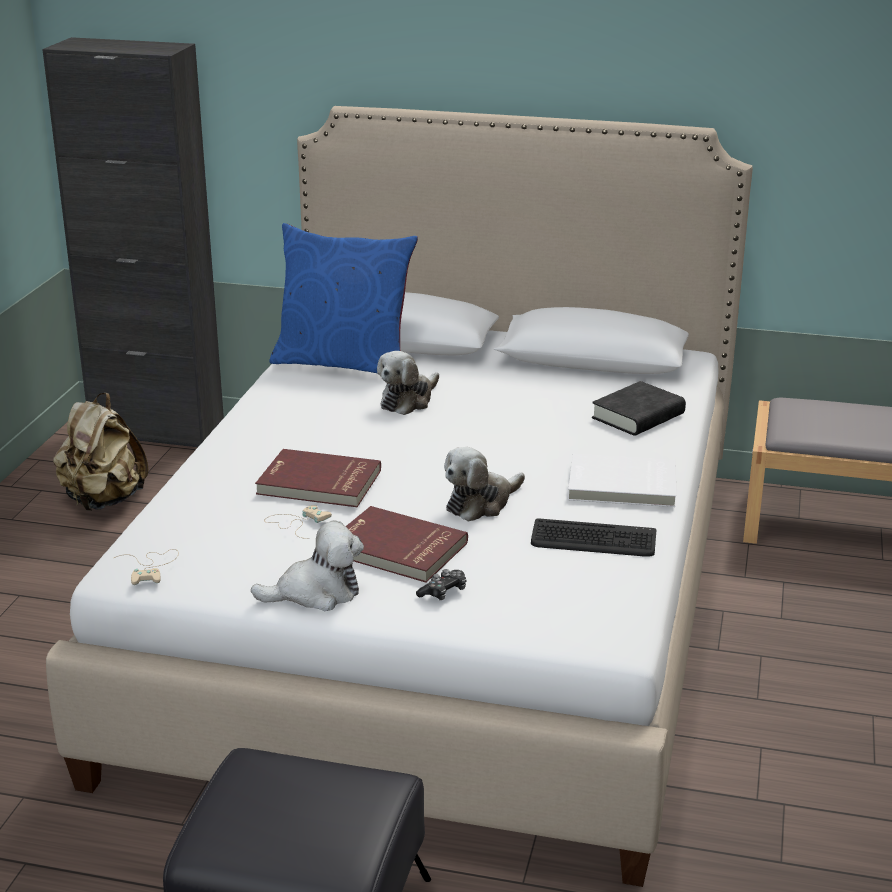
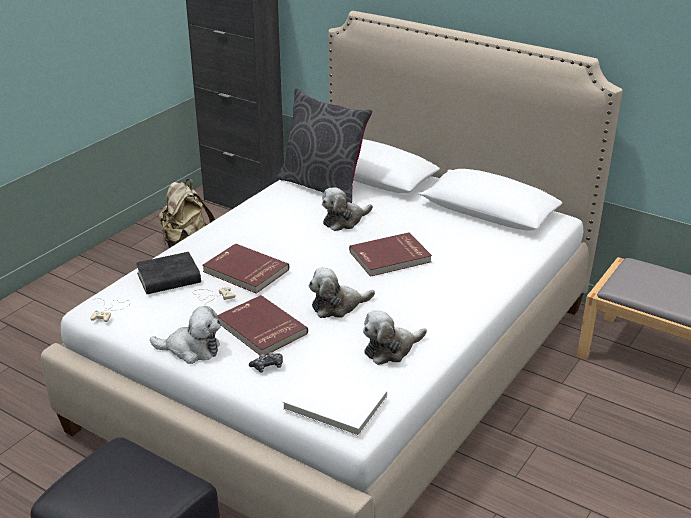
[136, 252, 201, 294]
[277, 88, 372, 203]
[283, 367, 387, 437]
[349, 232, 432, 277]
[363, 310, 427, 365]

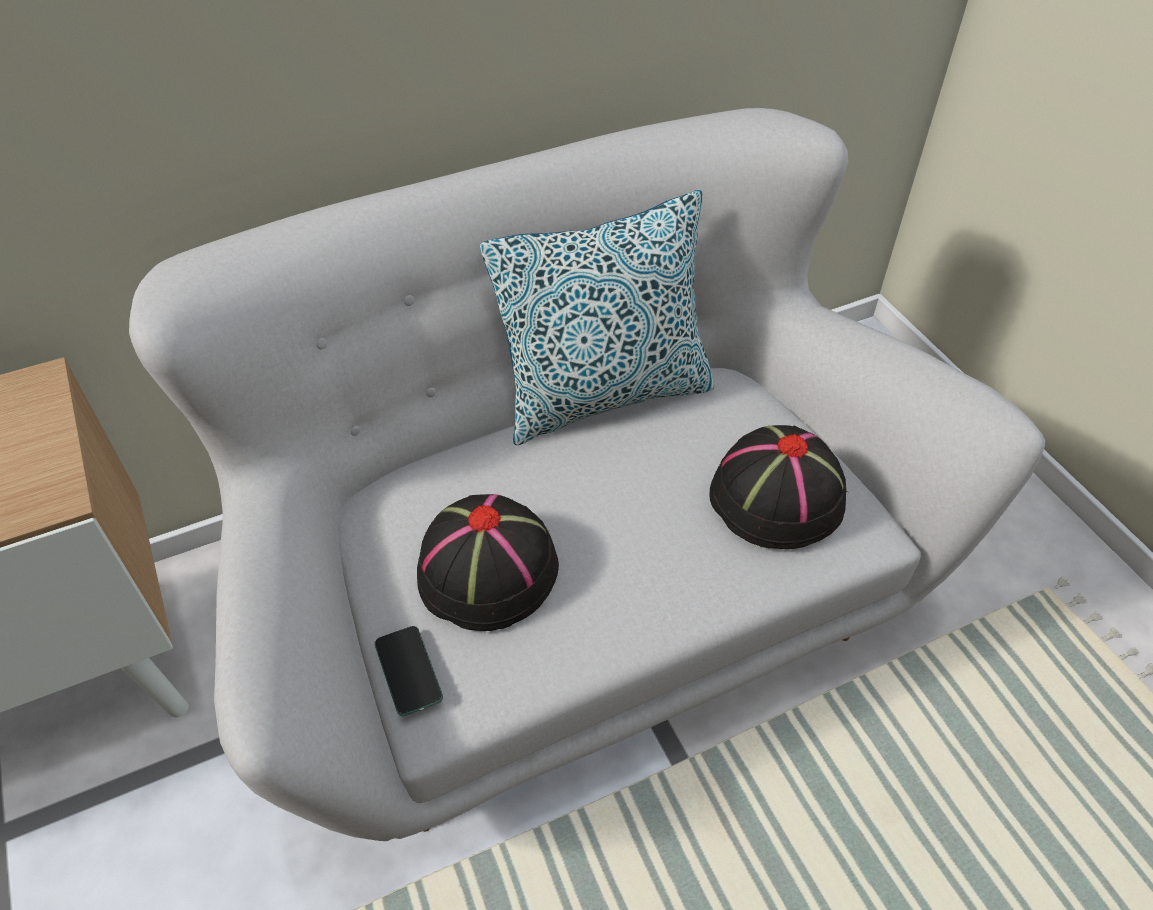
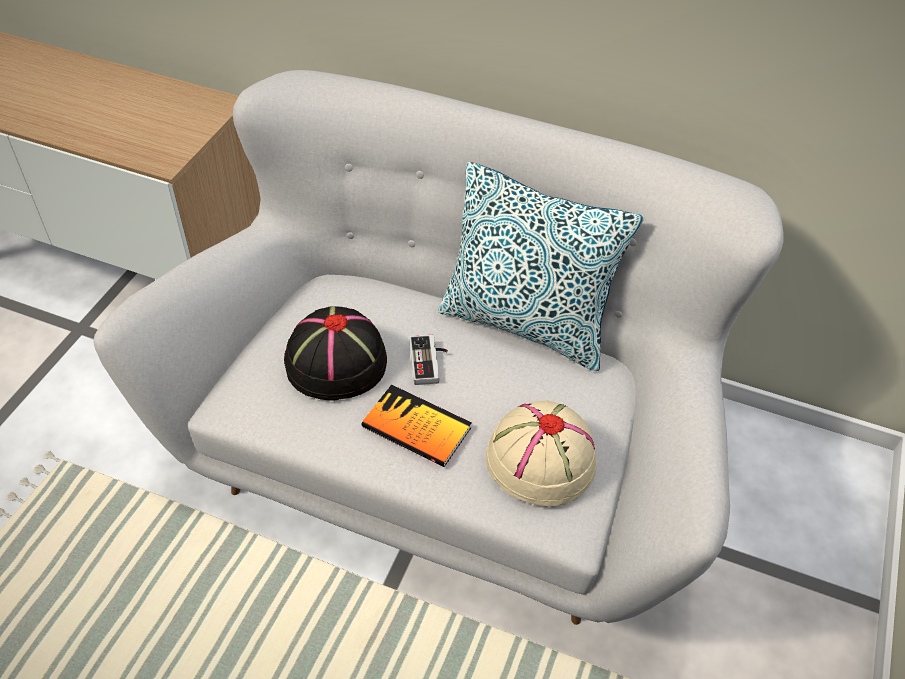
[362, 384, 472, 467]
[409, 335, 448, 385]
[486, 400, 596, 506]
[375, 626, 443, 716] (first image)

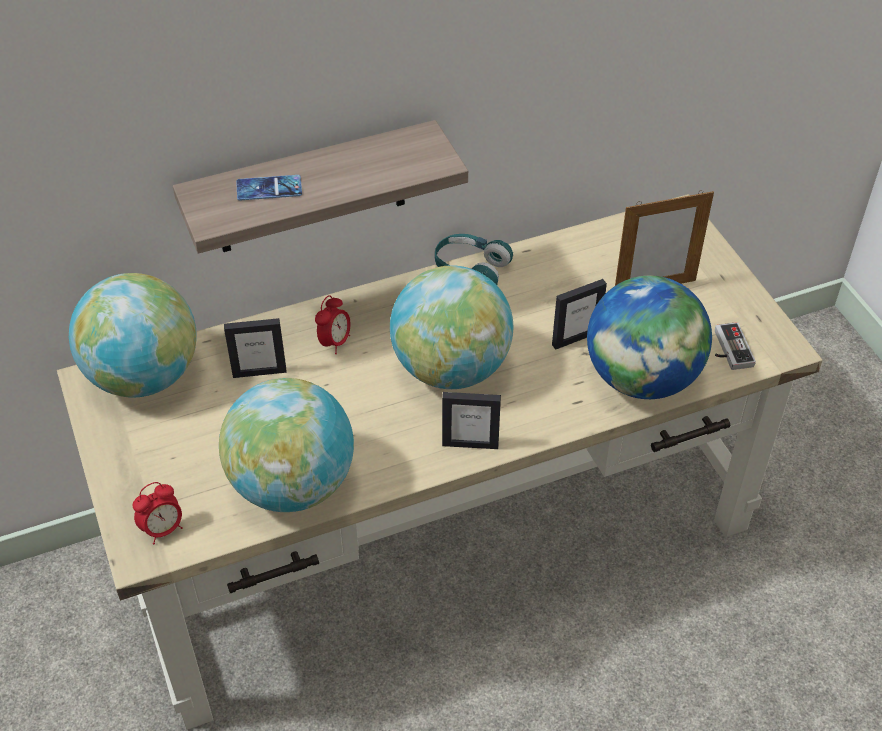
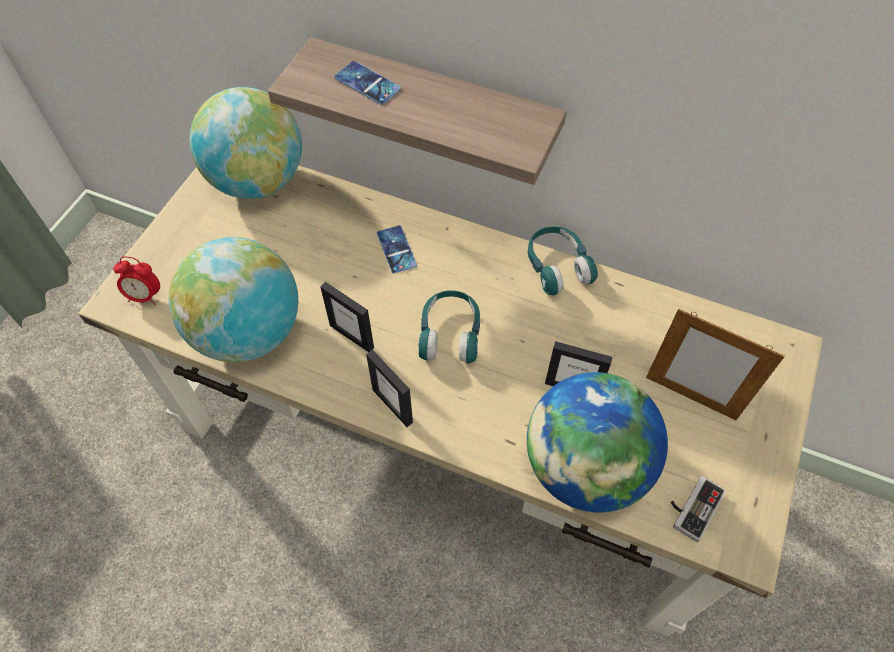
[320, 282, 374, 352]
[377, 225, 417, 273]
[418, 290, 480, 364]

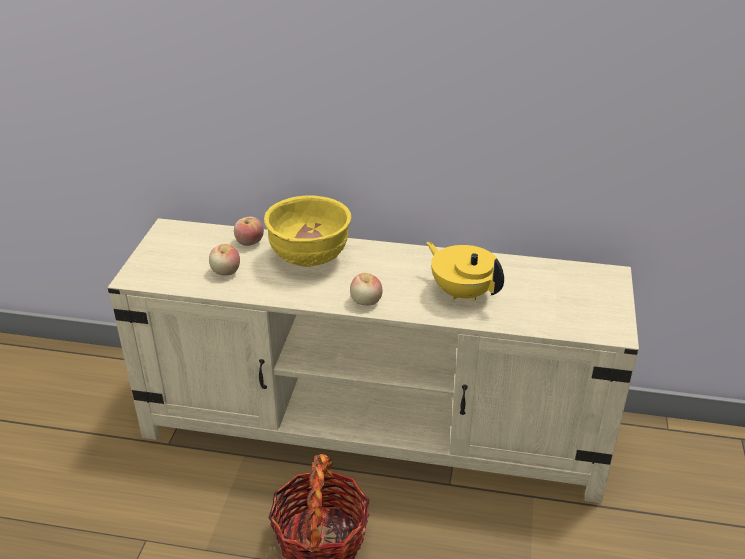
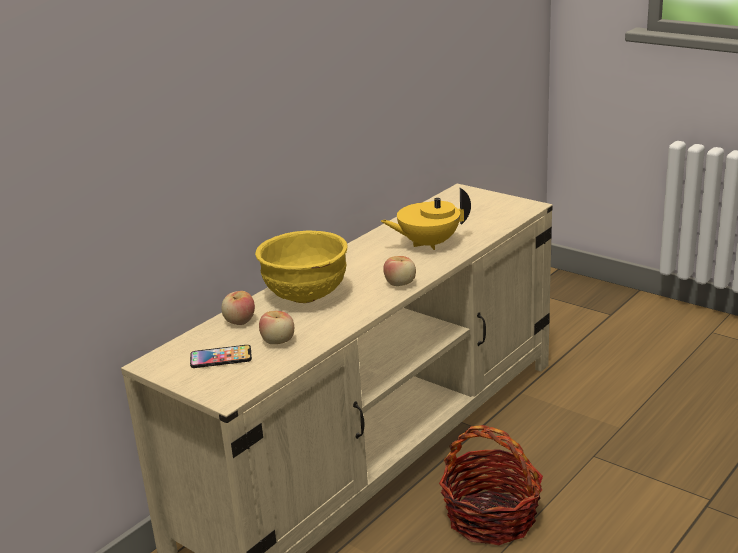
[190, 345, 252, 368]

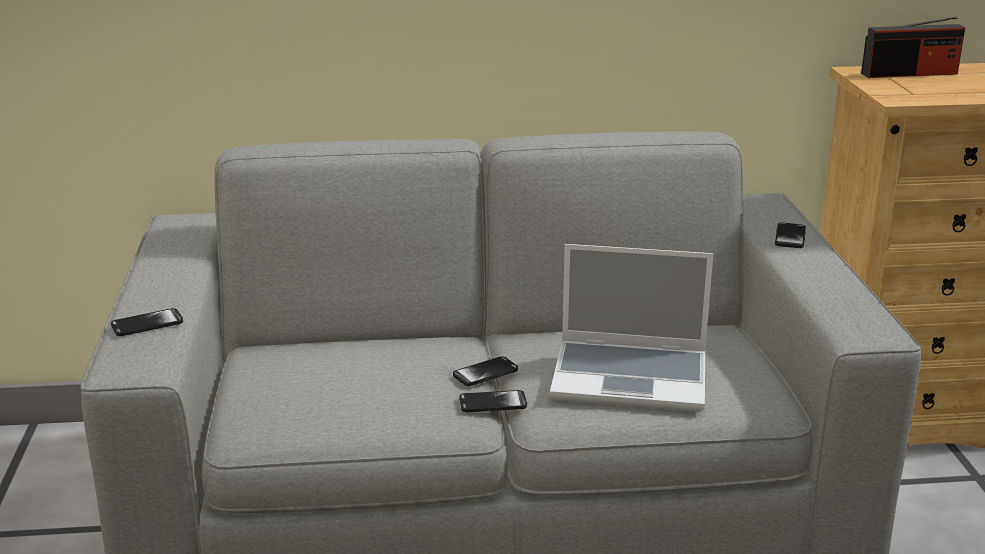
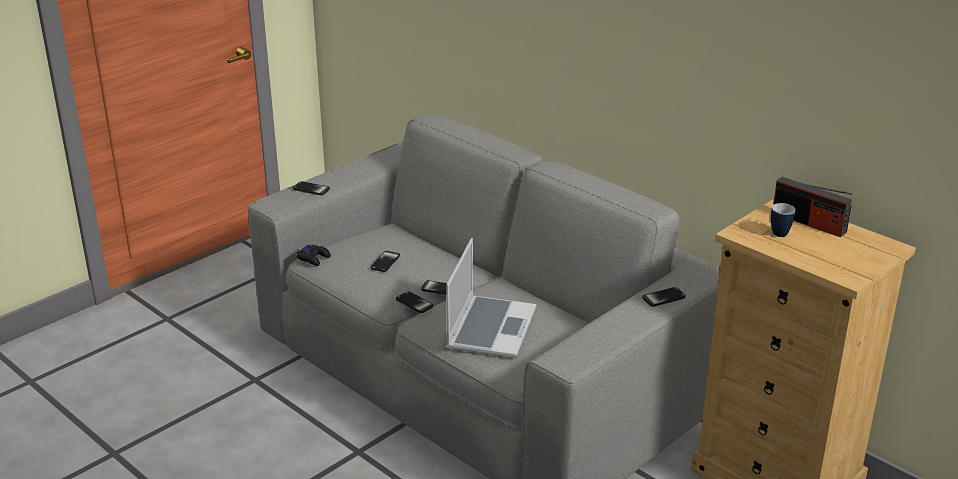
[296, 245, 331, 266]
[370, 251, 400, 272]
[446, 238, 536, 358]
[771, 203, 796, 237]

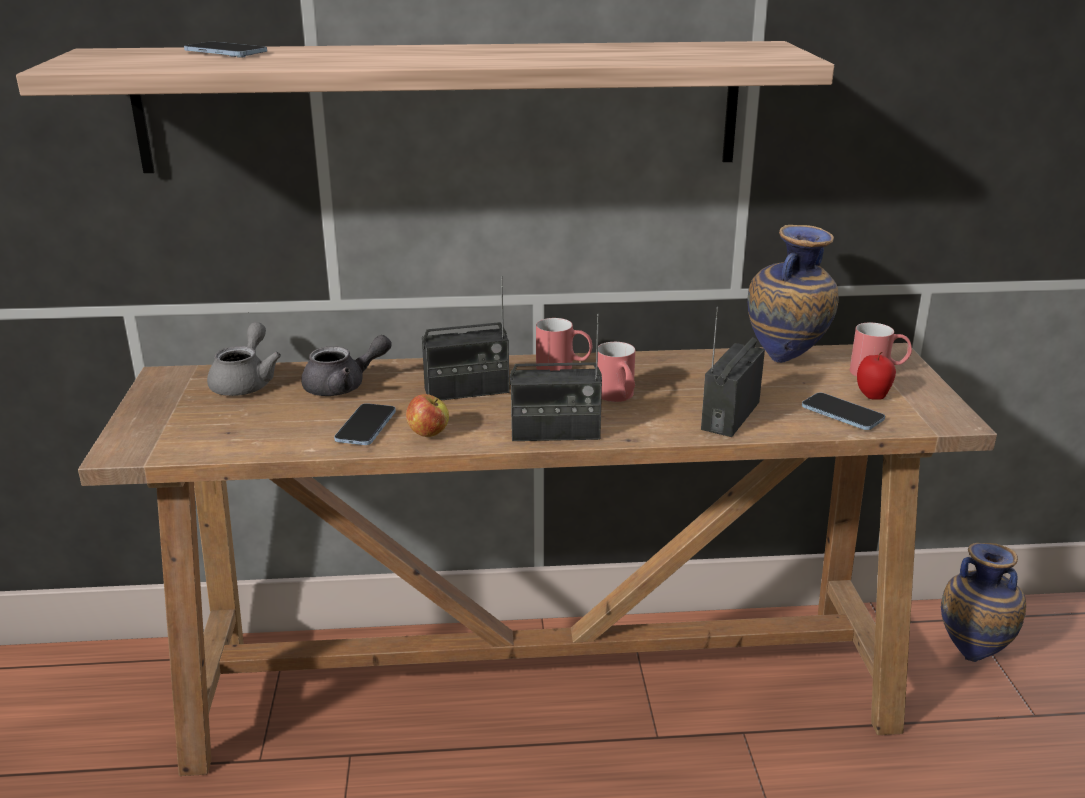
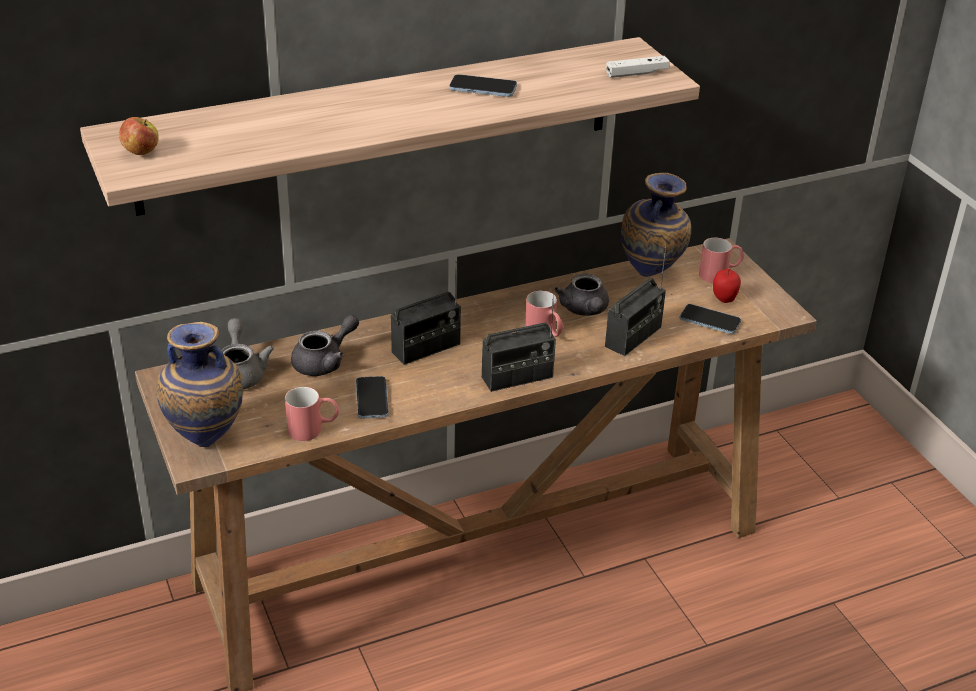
[119, 117, 159, 155]
[157, 322, 243, 448]
[285, 387, 339, 441]
[449, 74, 517, 97]
[554, 274, 609, 316]
[605, 246, 666, 356]
[606, 56, 670, 78]

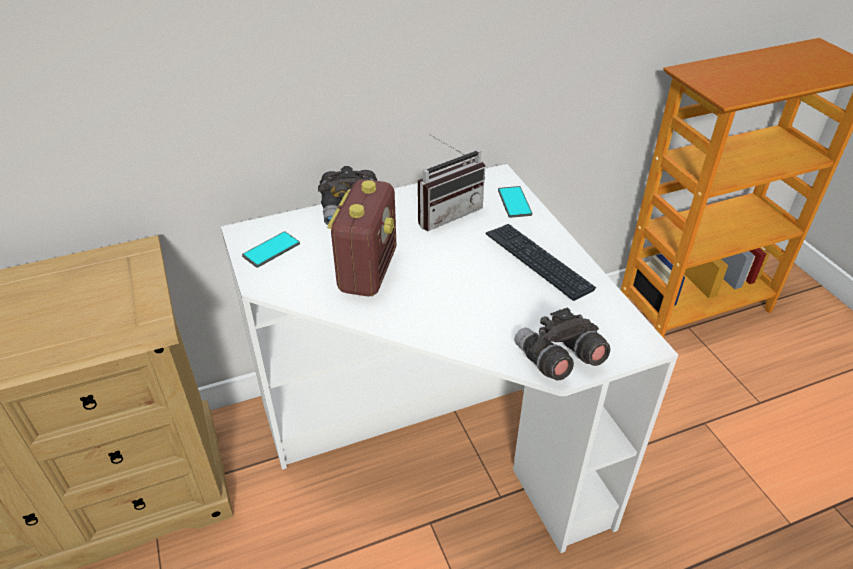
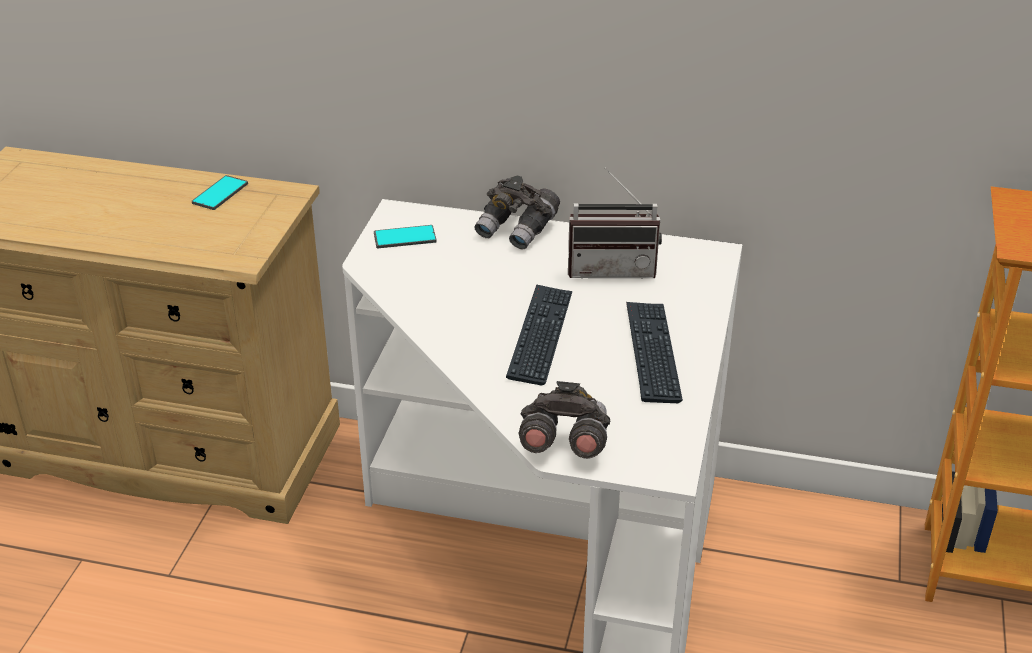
[192, 175, 248, 210]
[506, 284, 573, 385]
[327, 179, 396, 296] (first image)

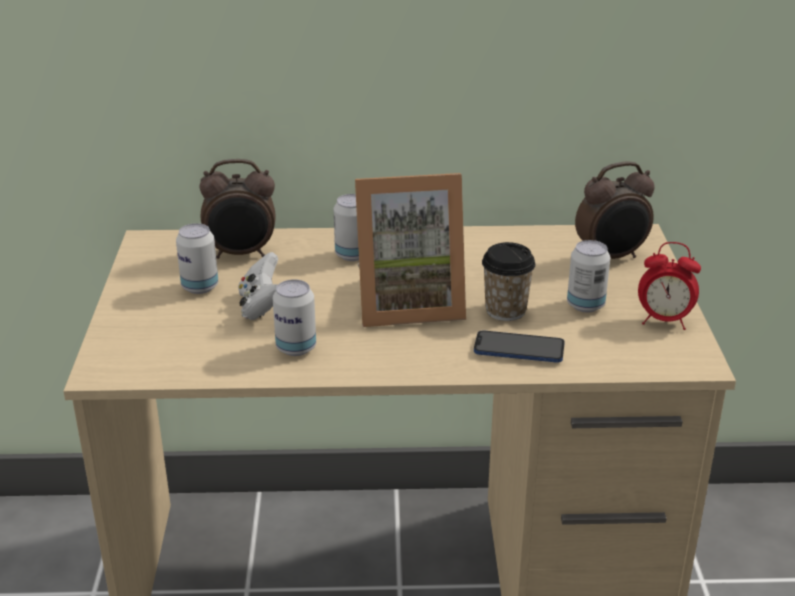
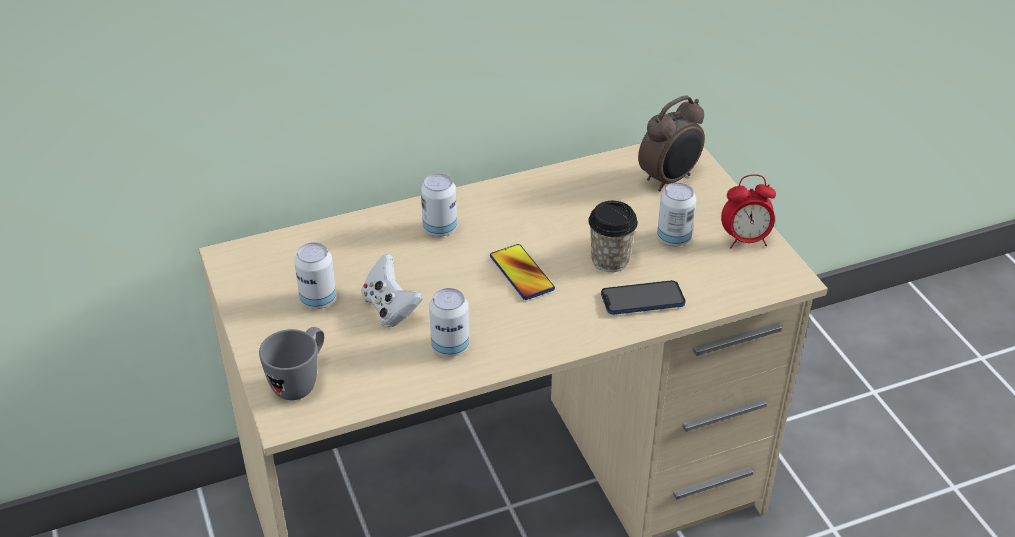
[259, 327, 324, 400]
[490, 244, 555, 300]
[199, 159, 275, 259] (first image)

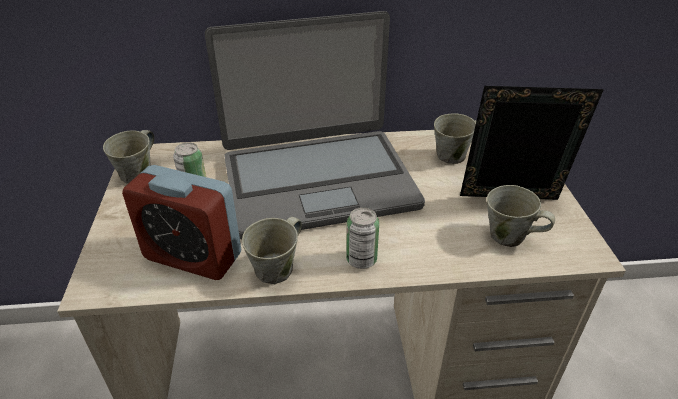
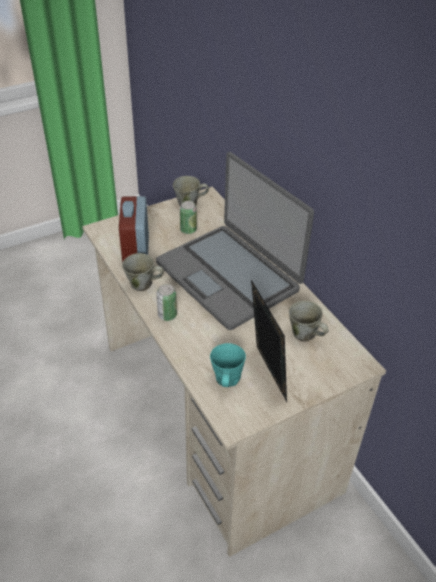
[210, 343, 246, 387]

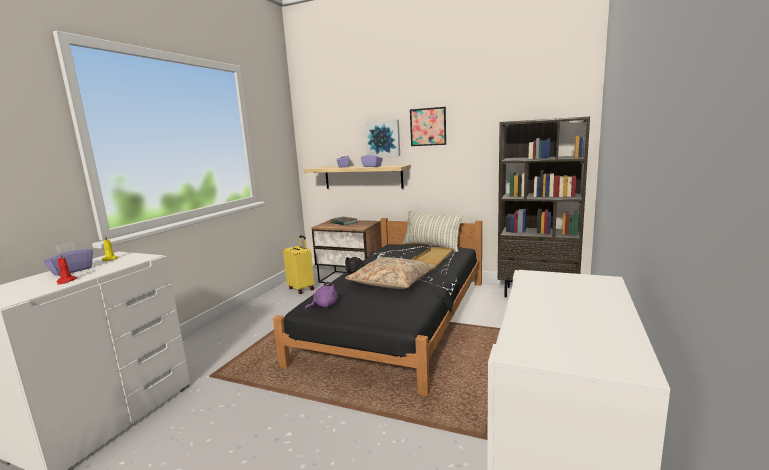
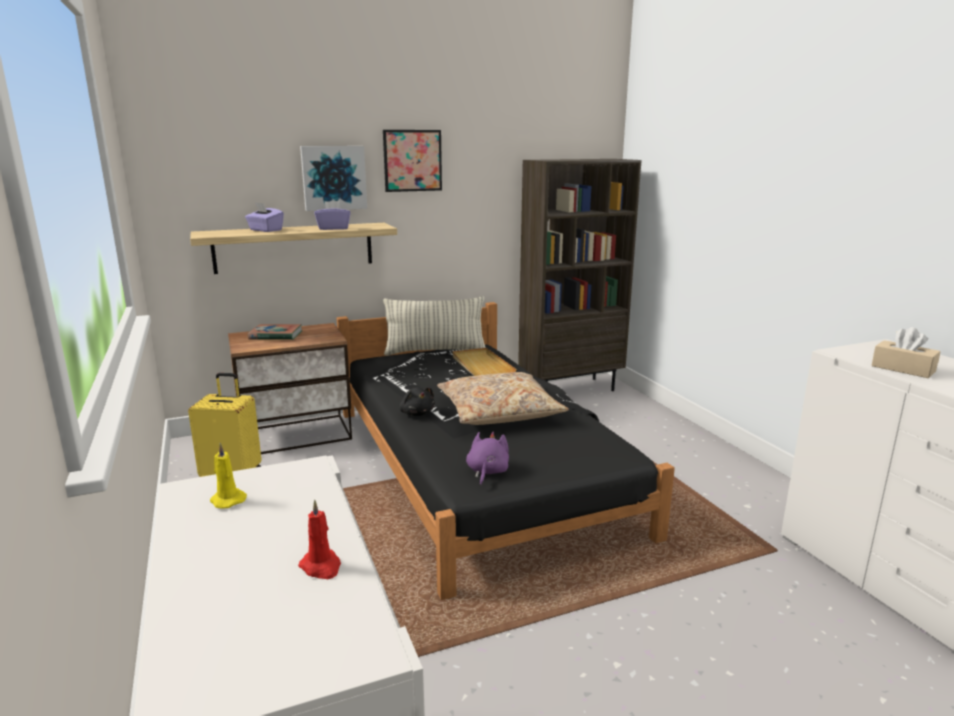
[871, 327, 941, 378]
[44, 242, 93, 276] (first image)

